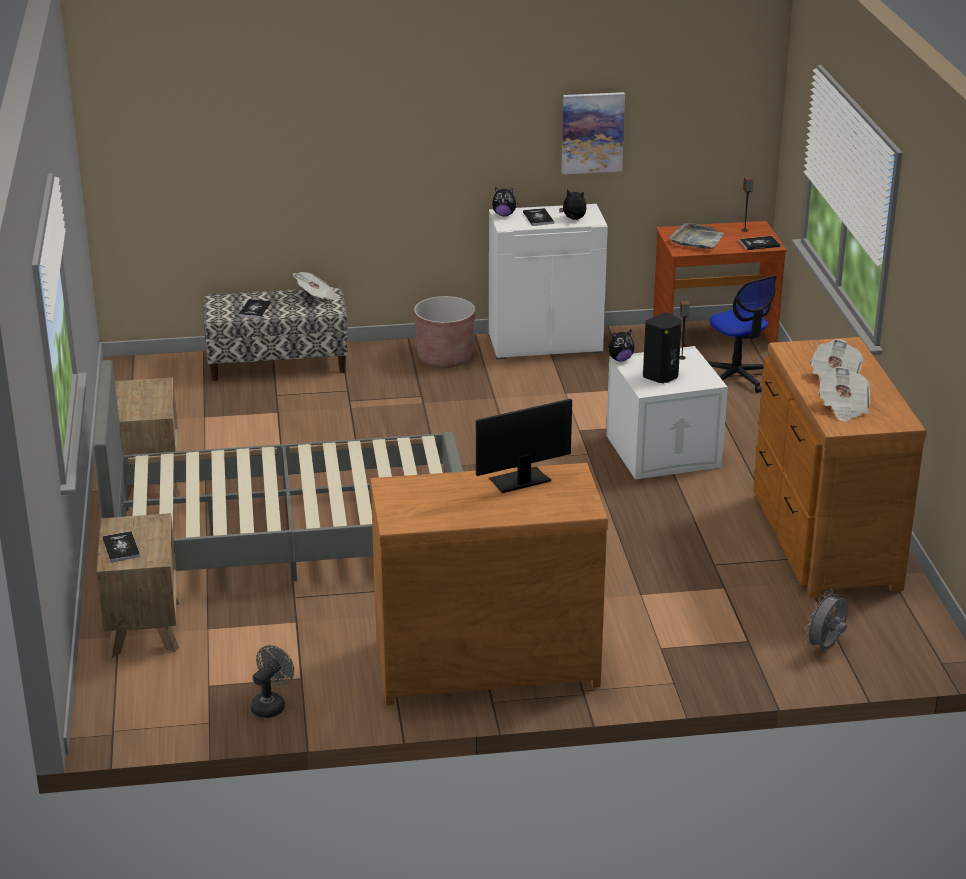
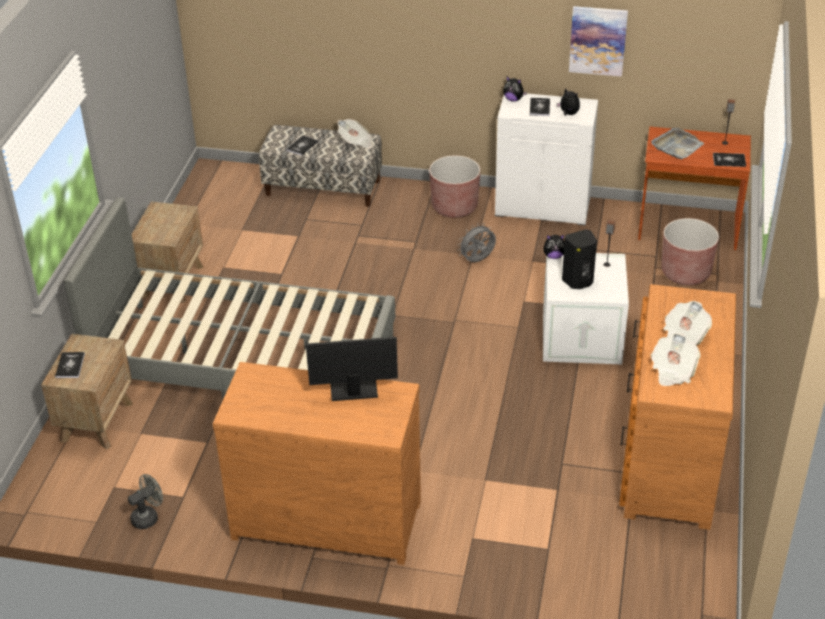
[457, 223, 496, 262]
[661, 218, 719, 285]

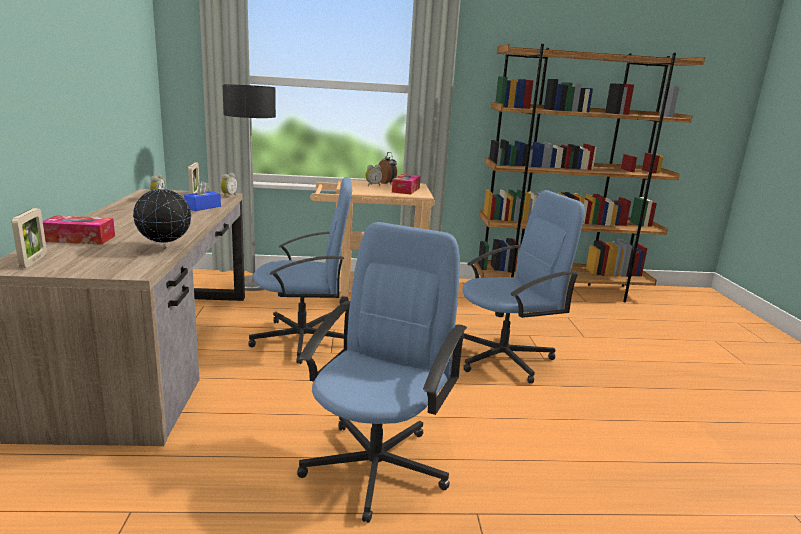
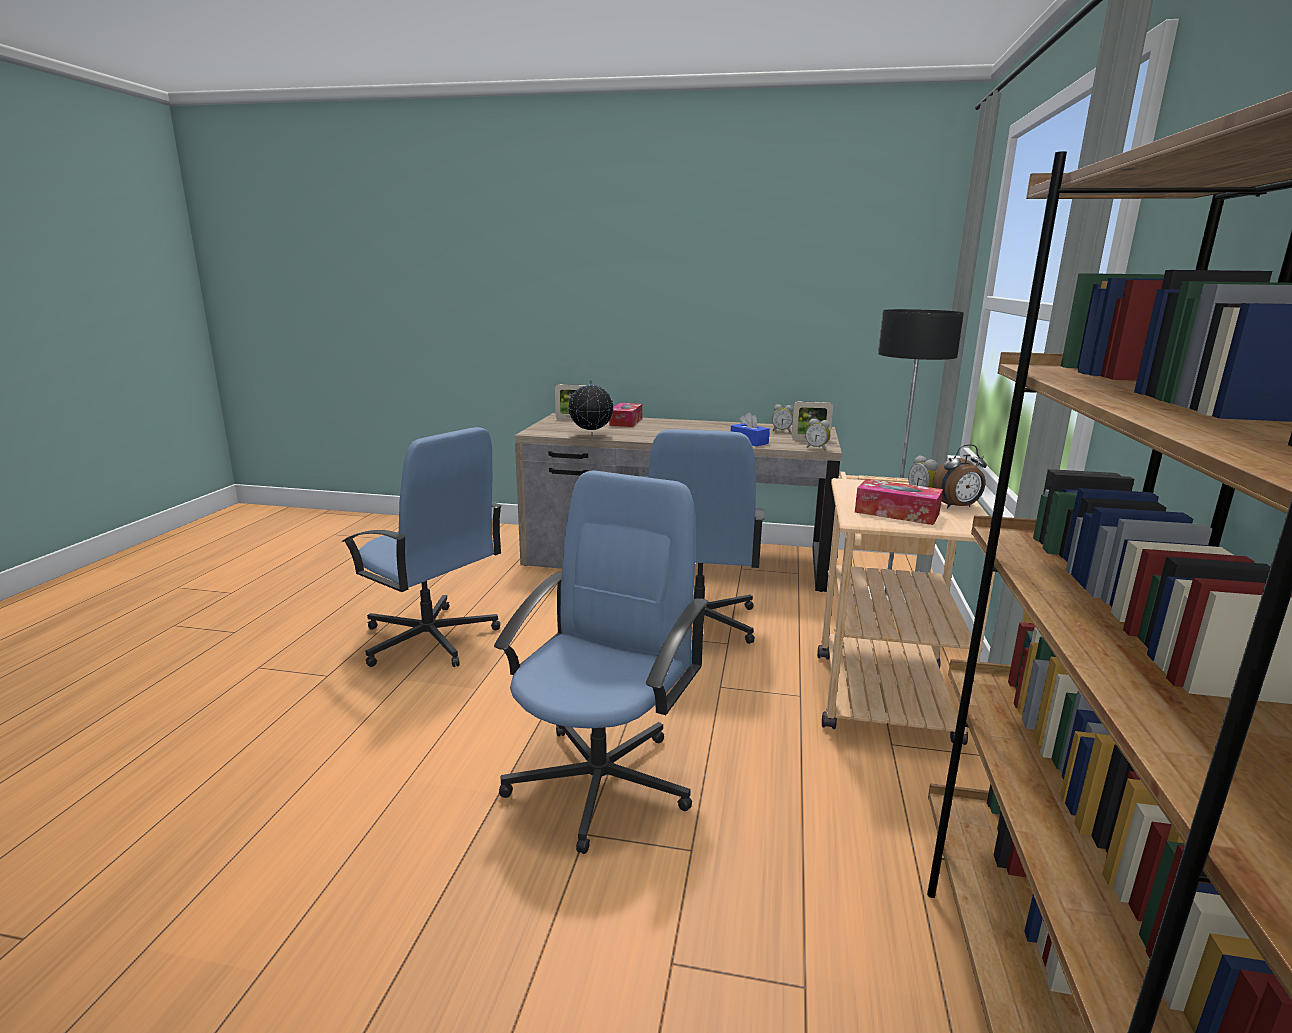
[494, 470, 708, 854]

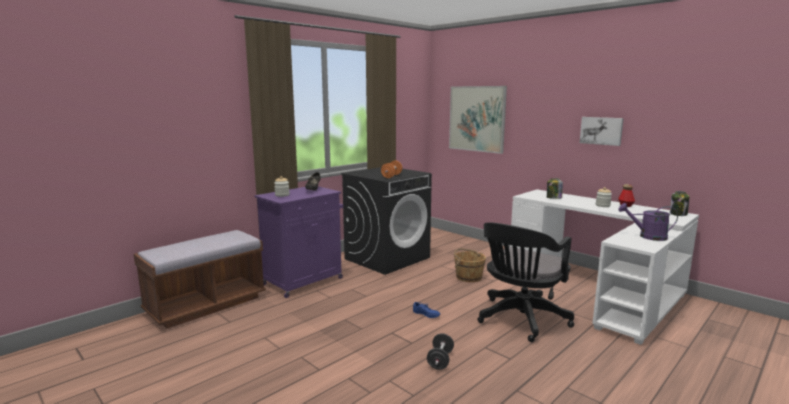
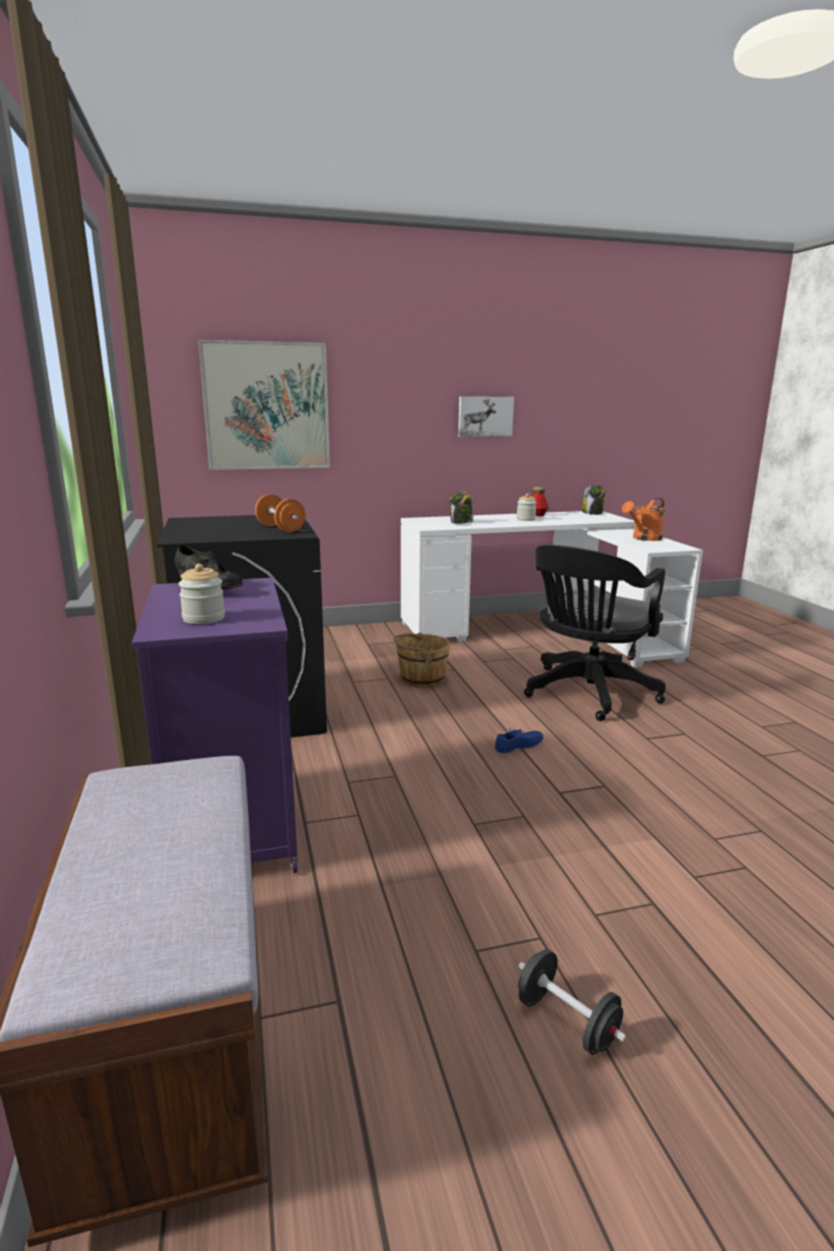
[518, 949, 627, 1055]
[524, 545, 666, 721]
[622, 498, 665, 541]

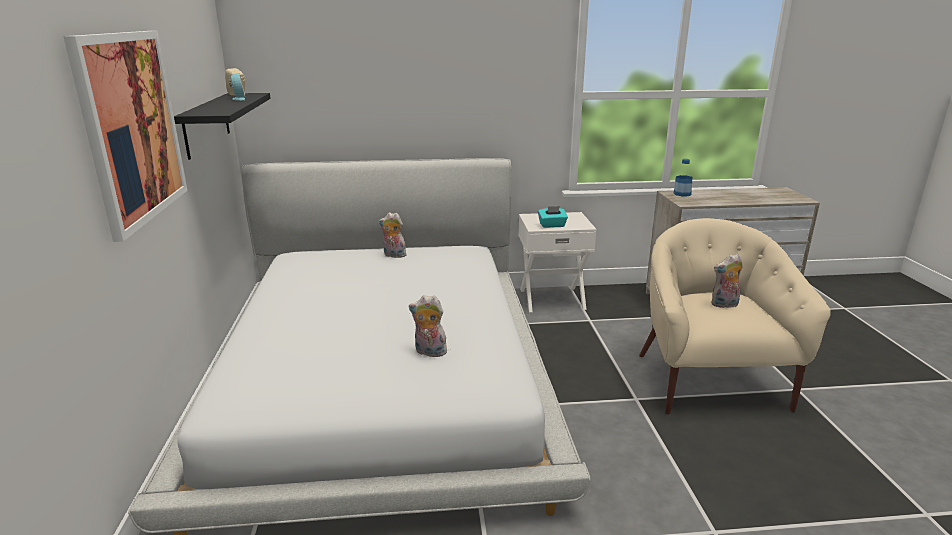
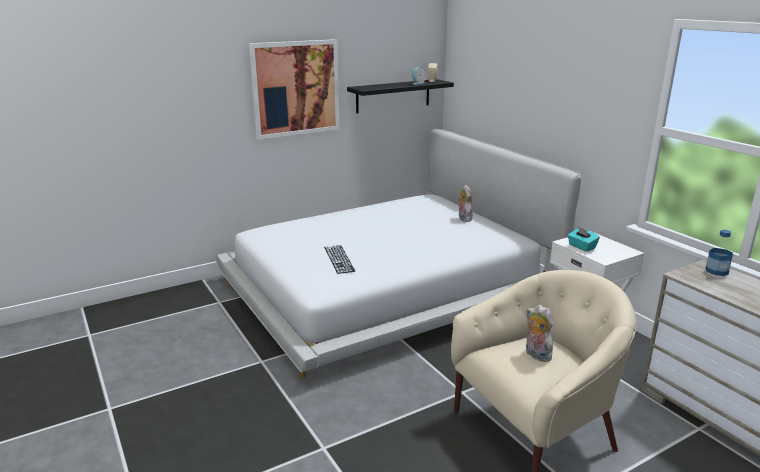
[324, 245, 355, 274]

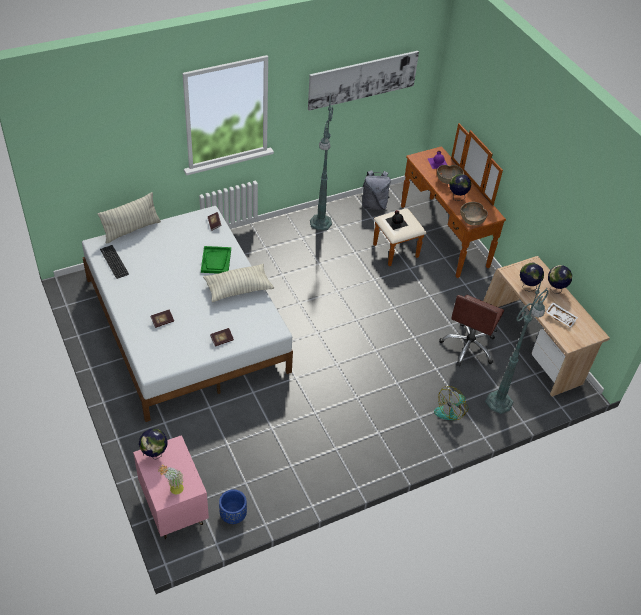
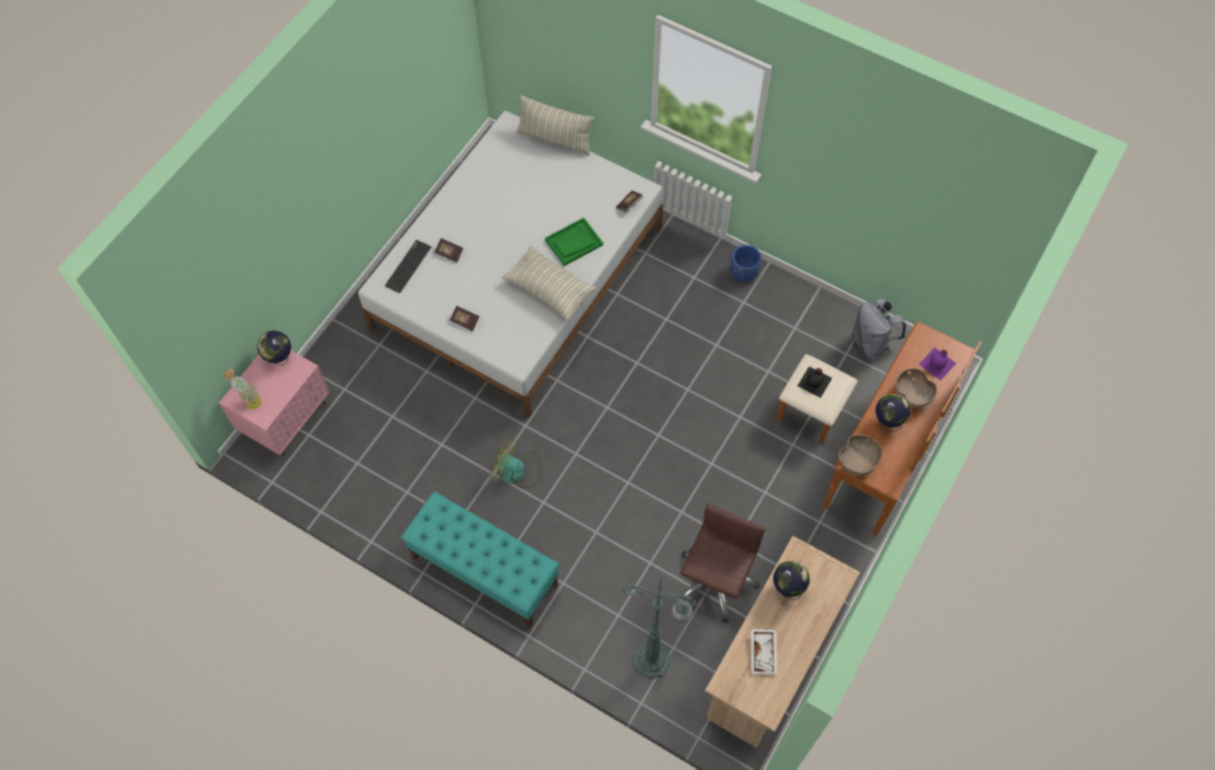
[385, 240, 431, 293]
[401, 492, 559, 628]
[490, 439, 541, 488]
[678, 503, 765, 622]
[730, 245, 761, 282]
[308, 51, 419, 111] (first image)
[310, 95, 333, 230] (first image)
[548, 265, 572, 294] (first image)

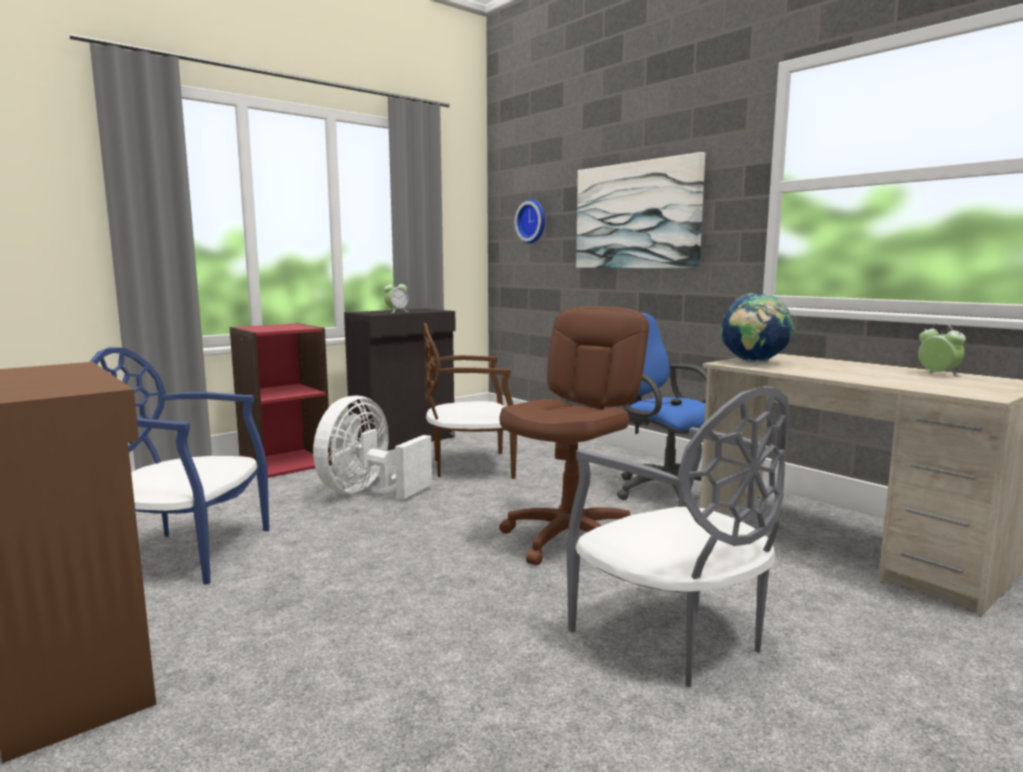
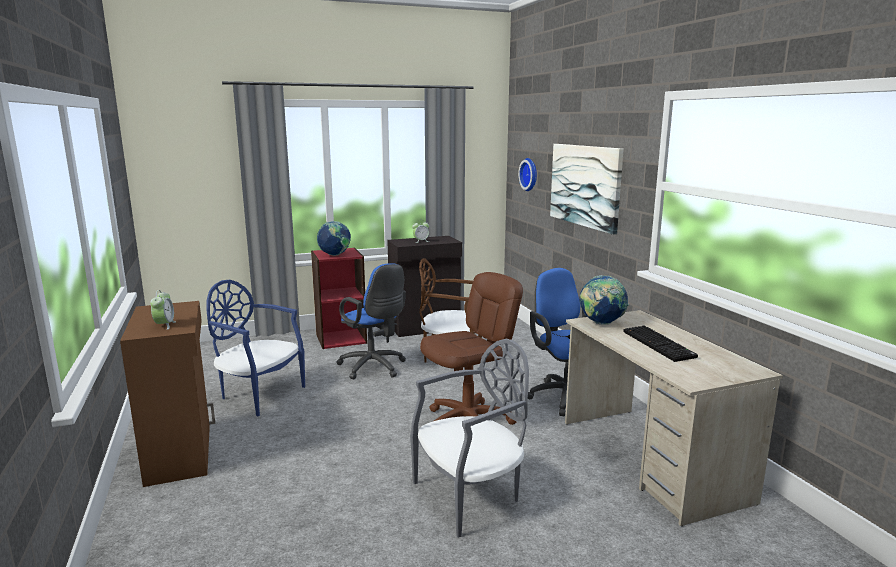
[150, 290, 176, 330]
[317, 221, 351, 256]
[336, 263, 406, 380]
[410, 338, 529, 538]
[623, 325, 698, 362]

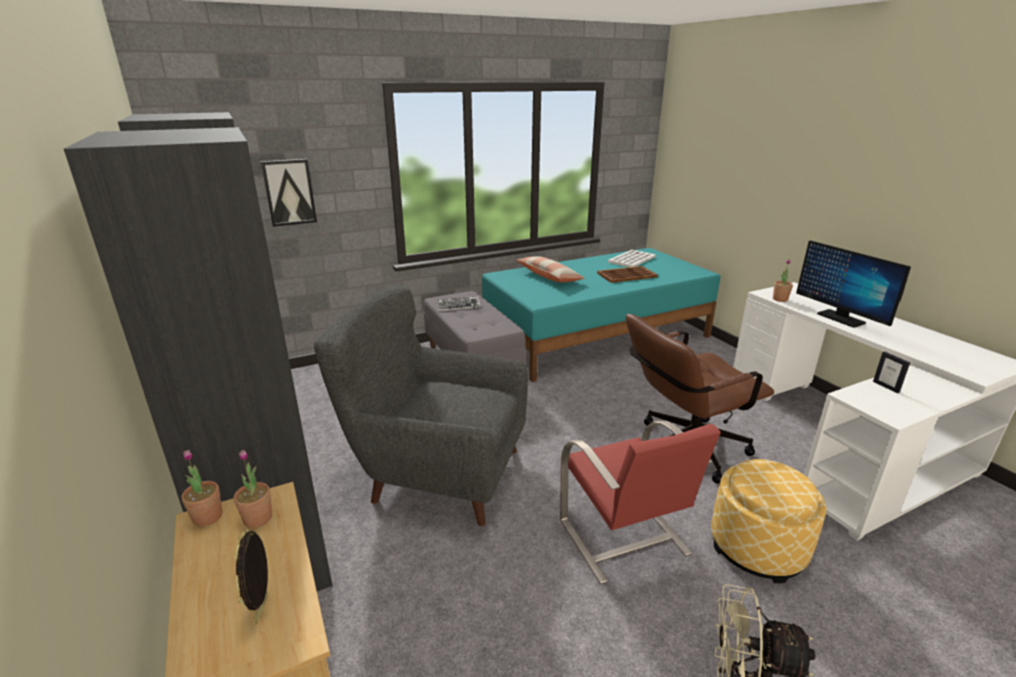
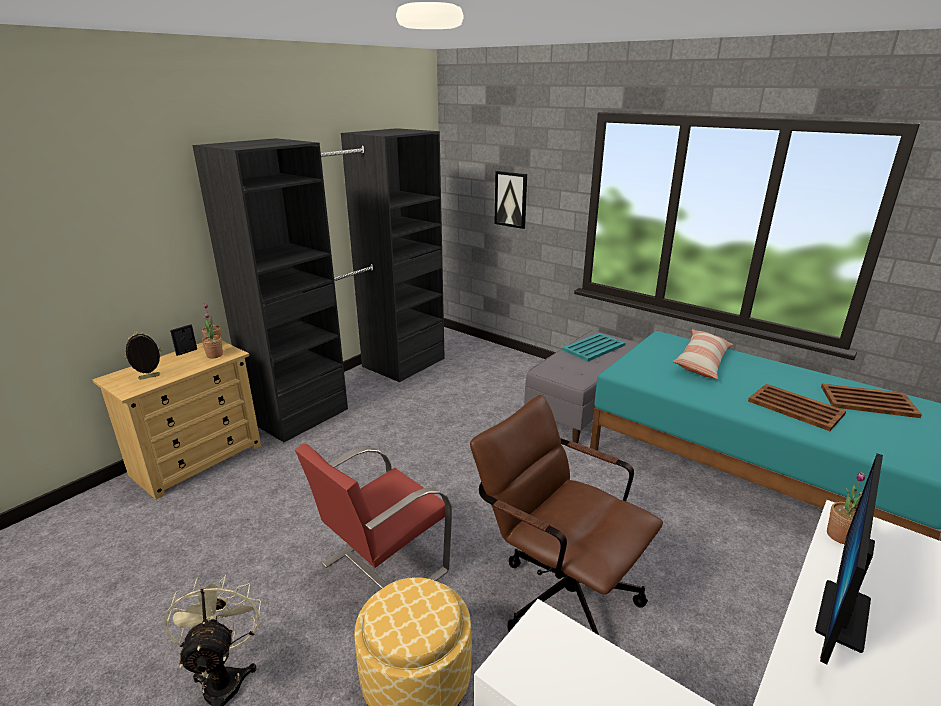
[170, 324, 197, 356]
[562, 333, 625, 362]
[821, 384, 922, 418]
[314, 286, 528, 526] (first image)

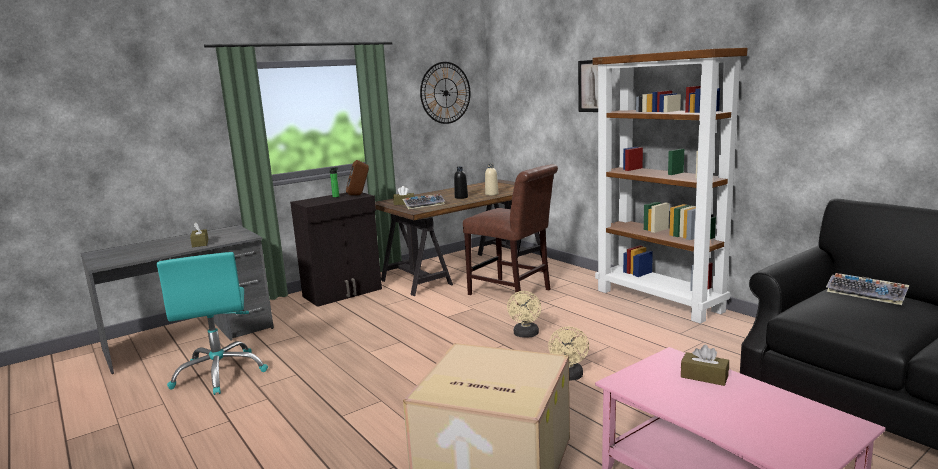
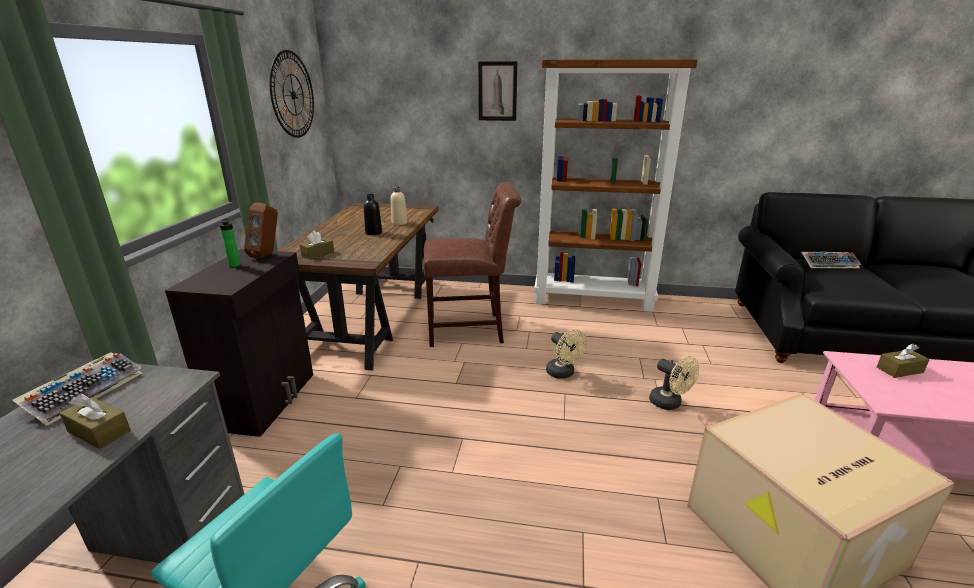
[12, 352, 142, 426]

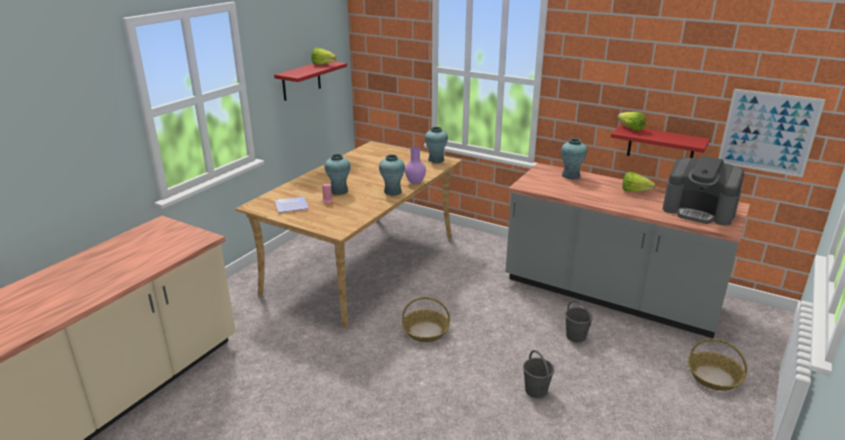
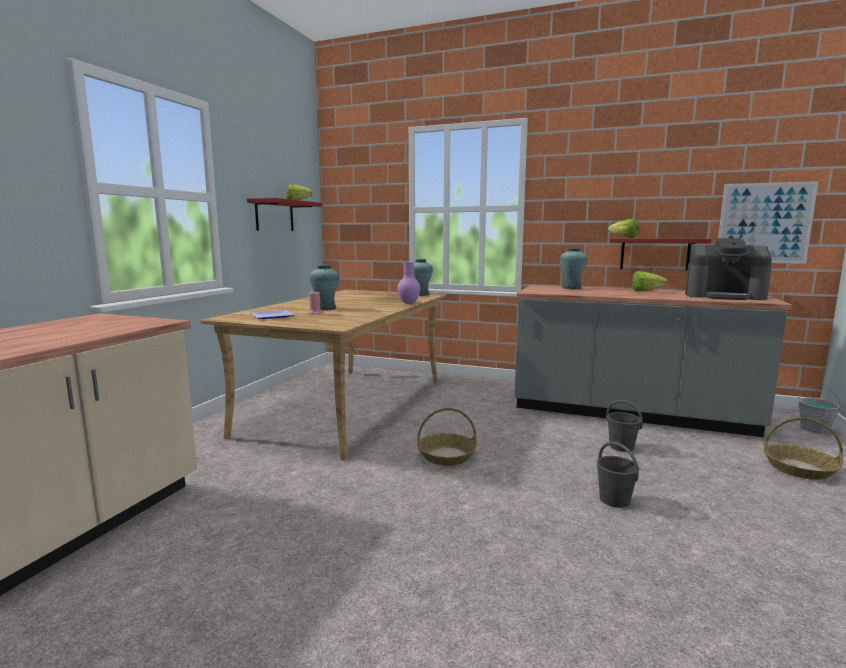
[798, 386, 841, 434]
[379, 154, 405, 196] (first image)

